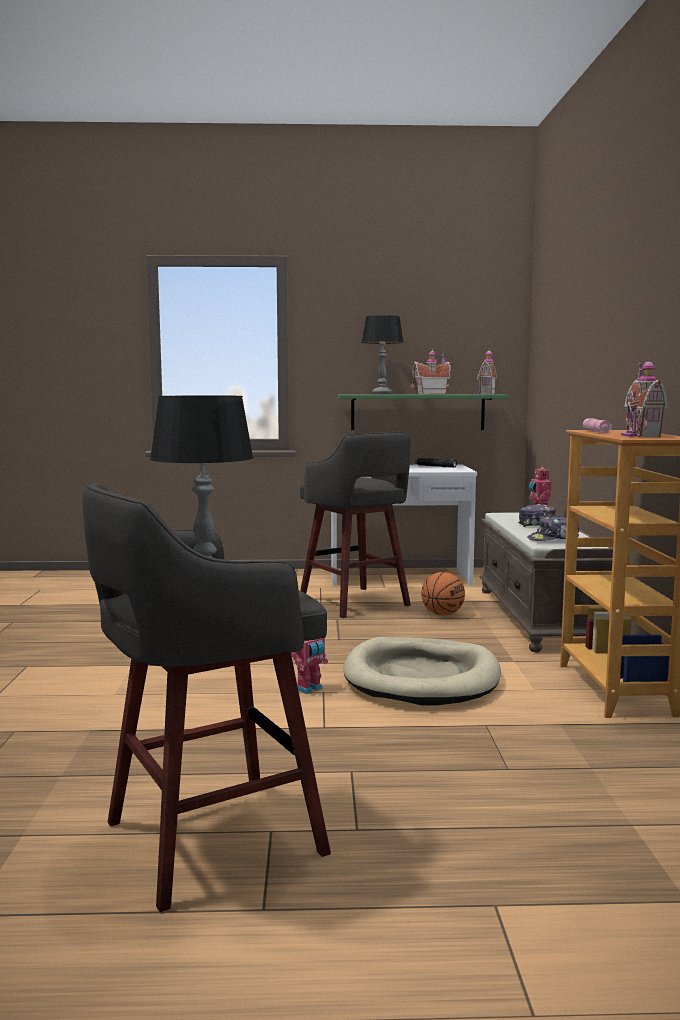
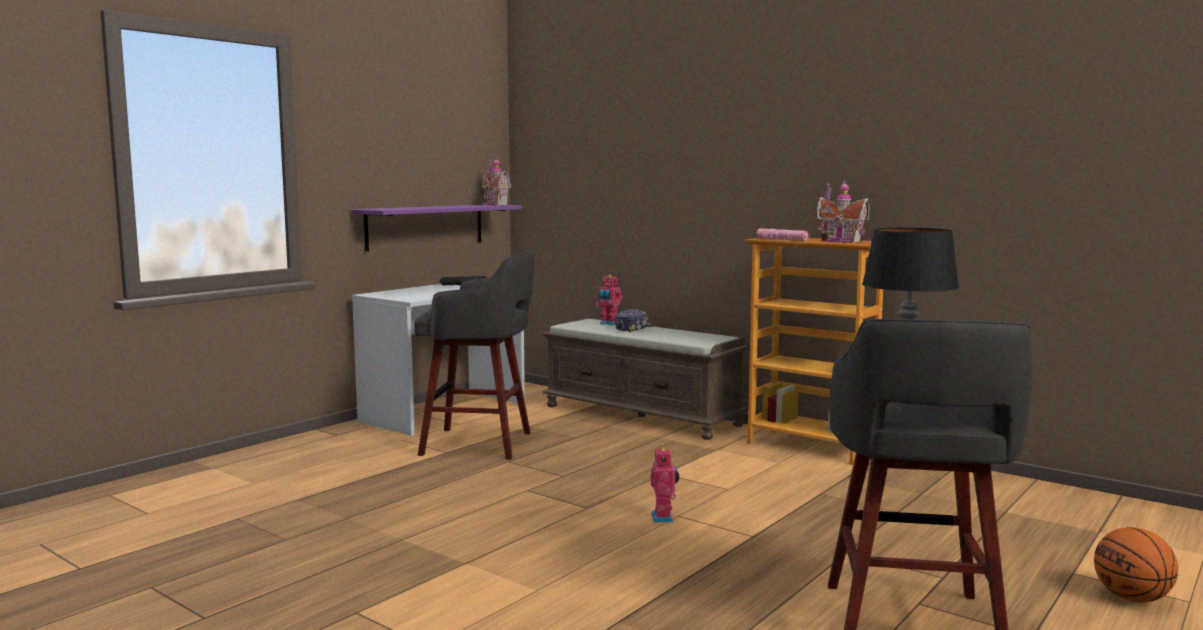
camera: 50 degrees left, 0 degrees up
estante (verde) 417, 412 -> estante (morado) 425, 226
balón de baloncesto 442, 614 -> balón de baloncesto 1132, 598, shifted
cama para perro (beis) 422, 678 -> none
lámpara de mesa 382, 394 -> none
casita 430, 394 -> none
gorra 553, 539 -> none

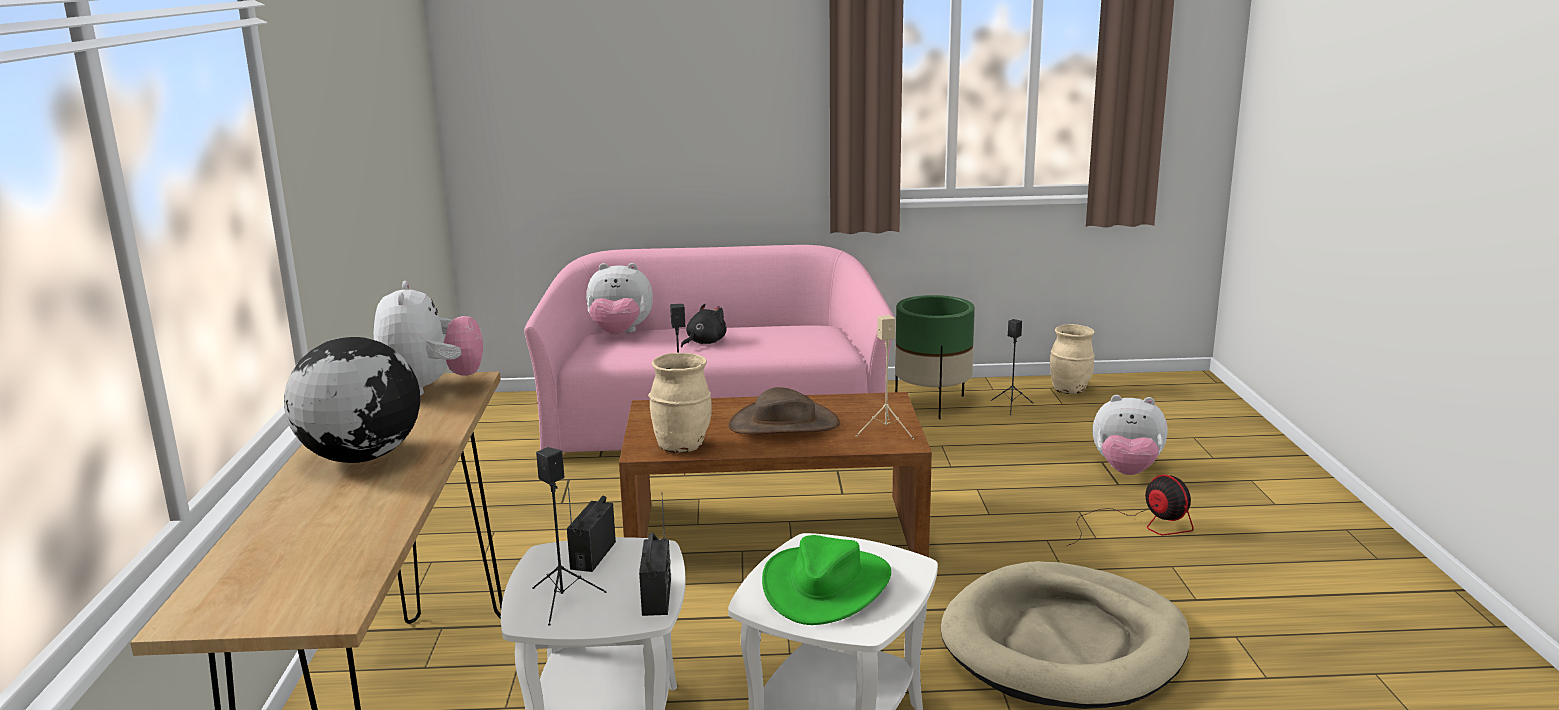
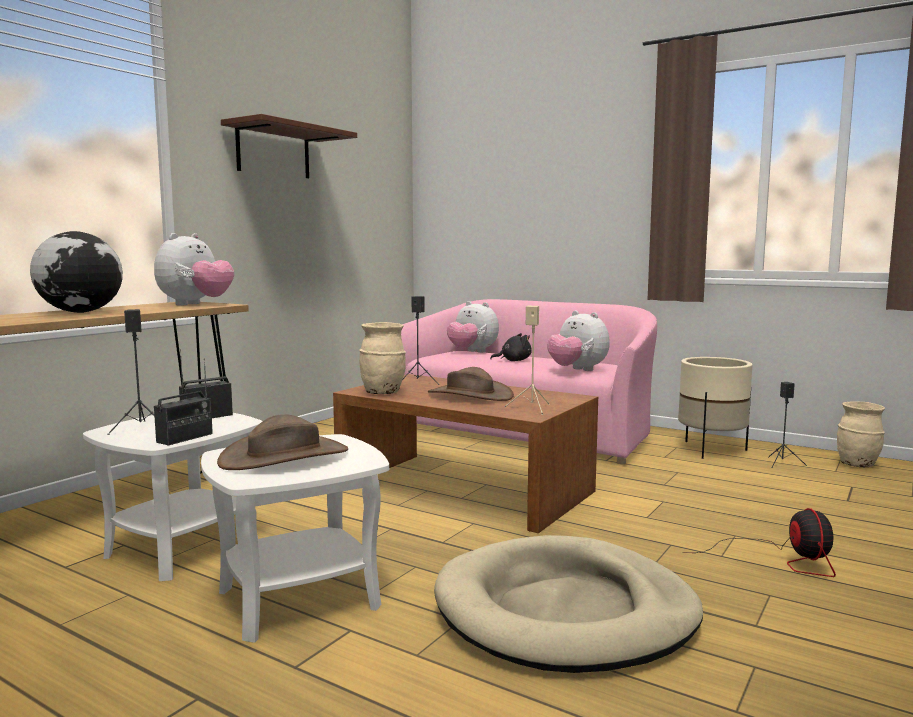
camera: 35 degrees right, 10 degrees down
sombrero (verde) 826, 585 -> sombrero (marrón) 284, 456
none -> estante (marrón) 273, 151
peluche 1126, 471 -> peluche 577, 370, shifted
maceta (verde) 932, 404 -> maceta (beis) 711, 450

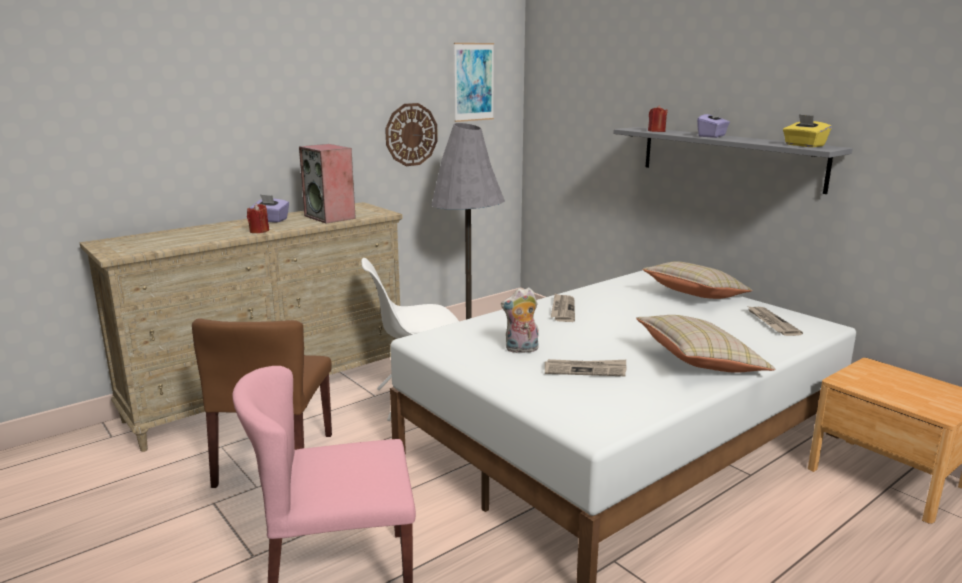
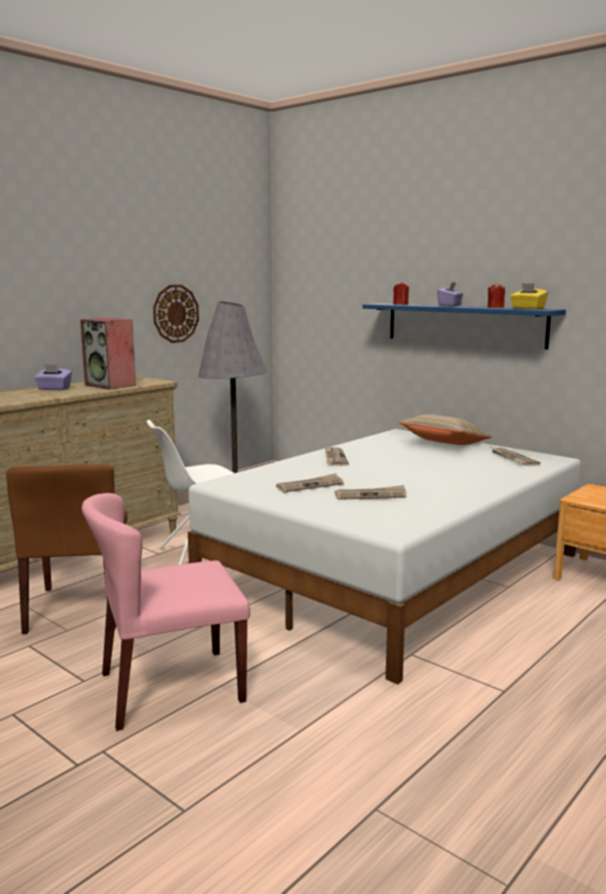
camera: 10 degrees left, 5 degrees down
peluche 521, 350 -> periódico 310, 485
estante (gris) 729, 157 -> estante (azul) 464, 324
vela (rojo) 259, 231 -> vela (rojo) 495, 307, shifted
cuadro 473, 82 -> none
cojín (beis) 699, 363 -> none

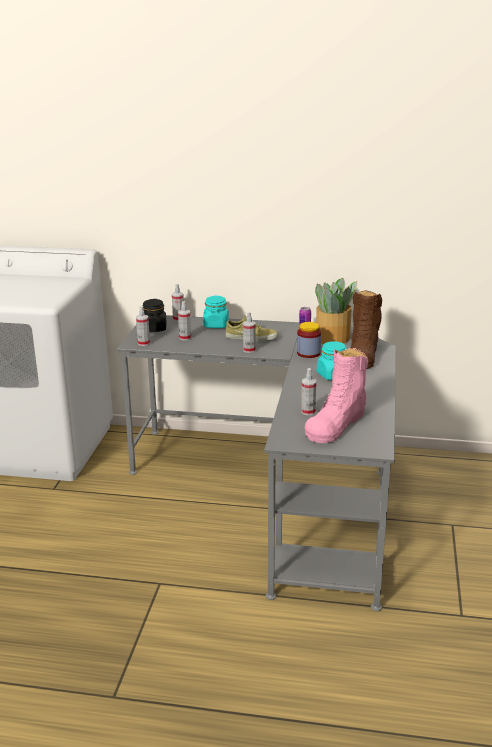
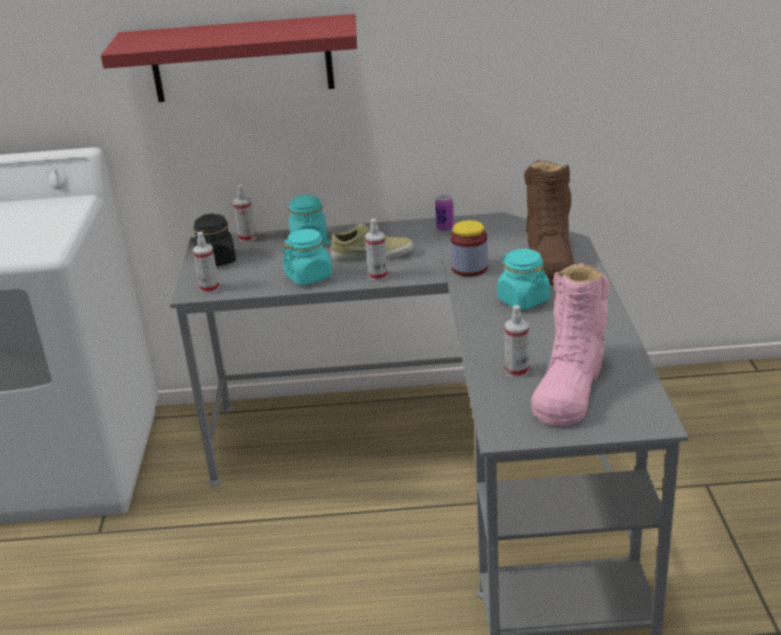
camera: 10 degrees left, 5 degrees up
none -> estante (rojo) 241, 59
none -> tarro (turquesa) 309, 277
pulverizador 185, 338 -> none
planta en maceta 333, 338 -> none

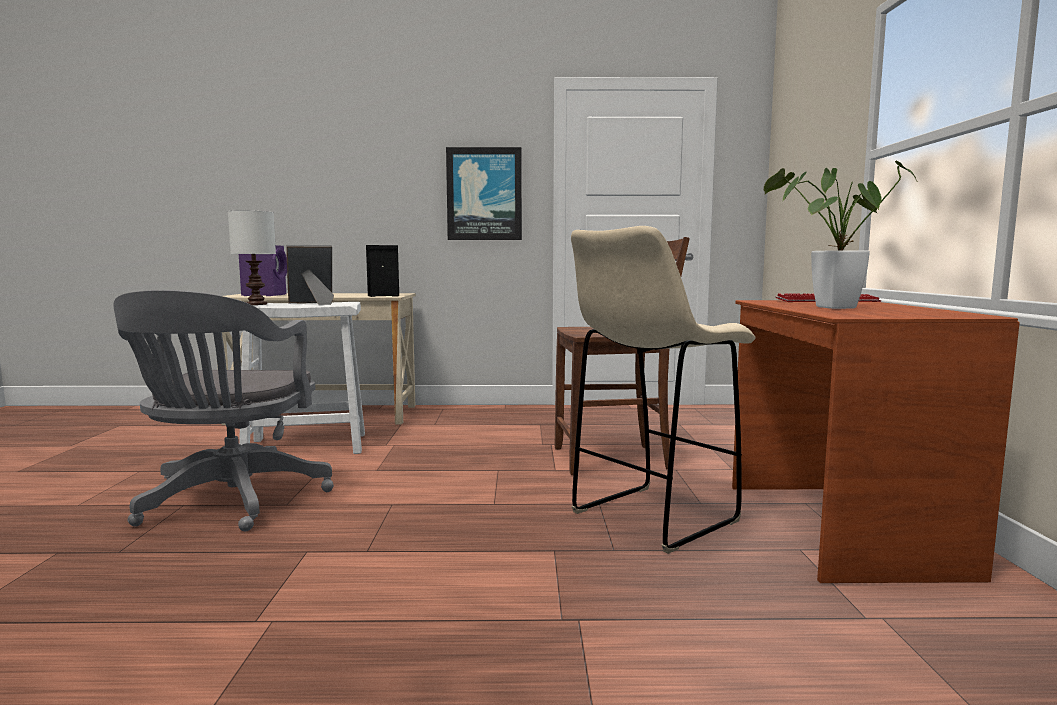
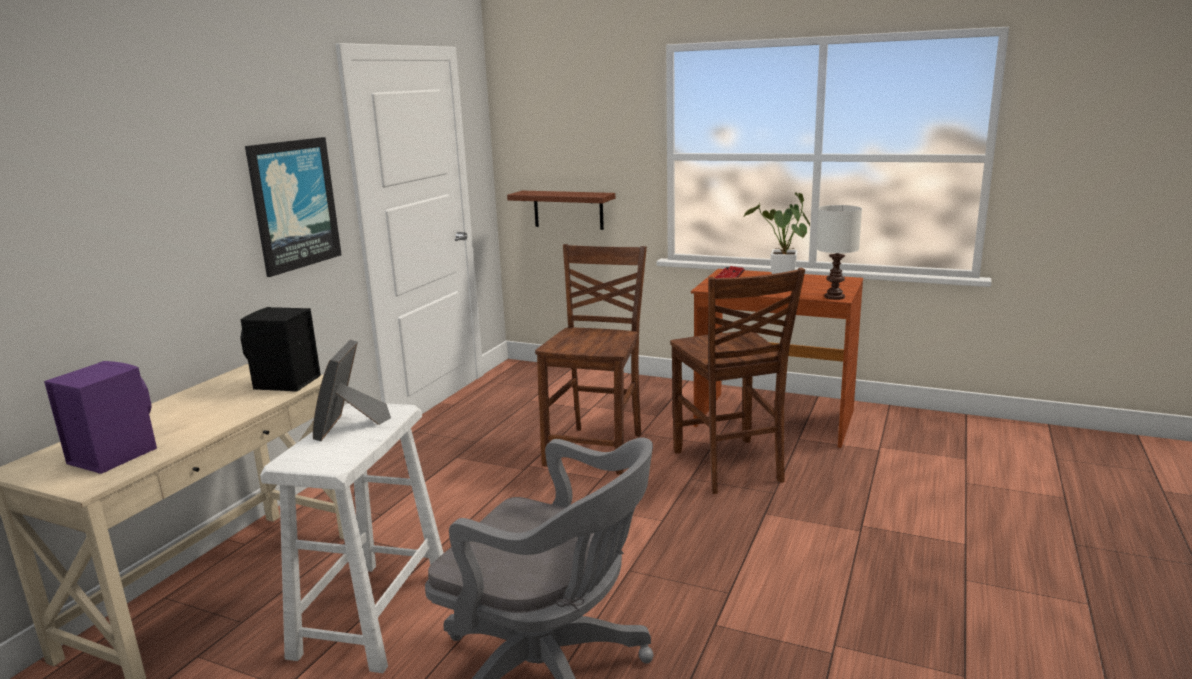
camera: 65 degrees left, 10 degrees up
none -> estante (marrón) 568, 209
taburete (beis) 650, 518 -> silla (marrón) 729, 467
lámpara de mesa (blanco) 257, 304 -> lámpara de mesa (blanco) 833, 297, shifted

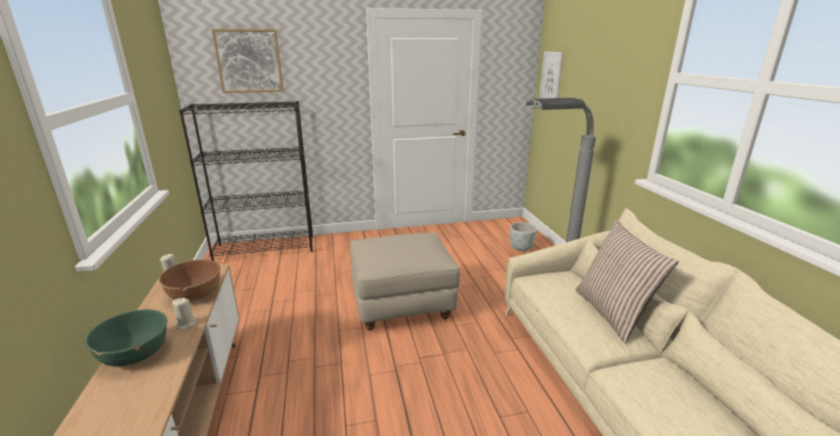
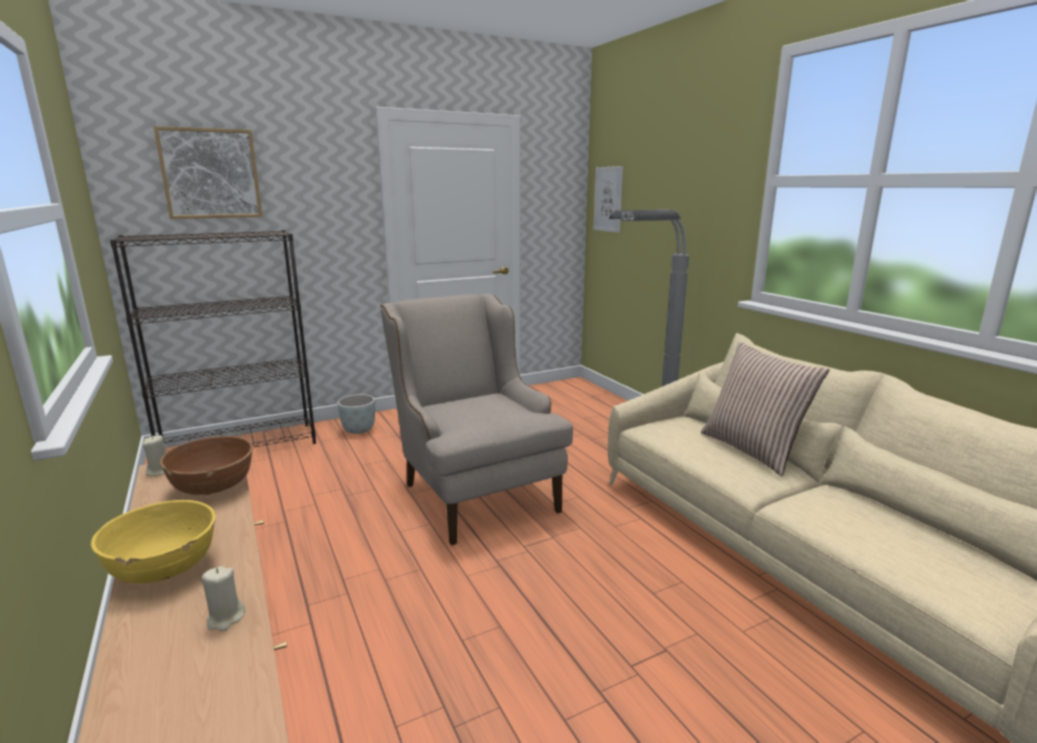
camera: 15 degrees left, 5 degrees down
cuenco (verde) 135, 354 -> cuenco (amarillo) 164, 568
vela (beis) 186, 324 -> vela (beis) 225, 618, shifted
maceta (gris) 521, 248 -> maceta (gris) 359, 430, shifted
puf (beis) 402, 304 -> sillón (beis) 473, 490

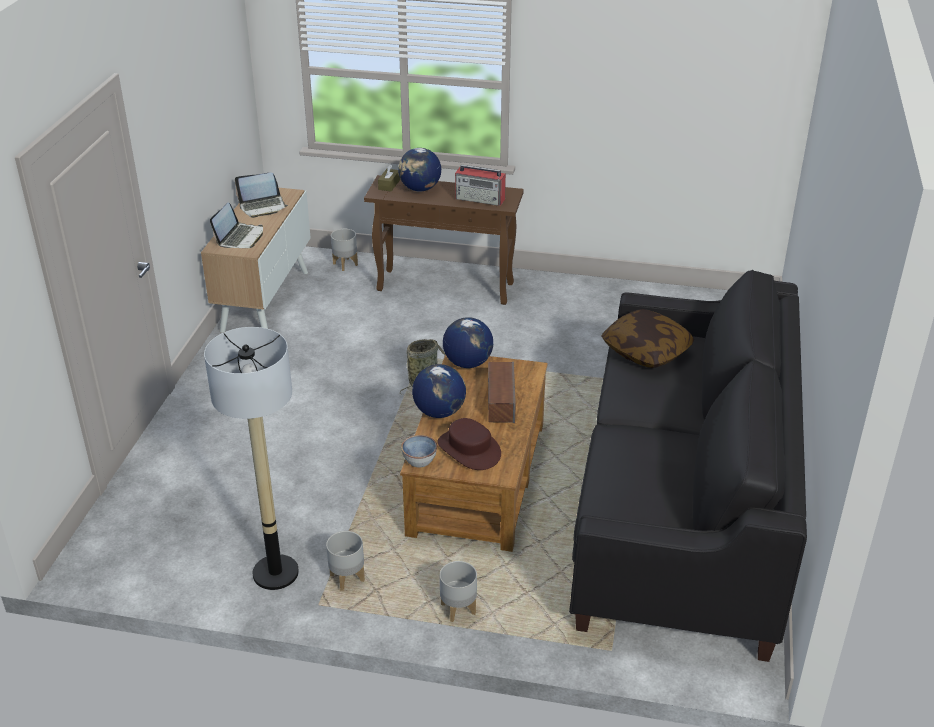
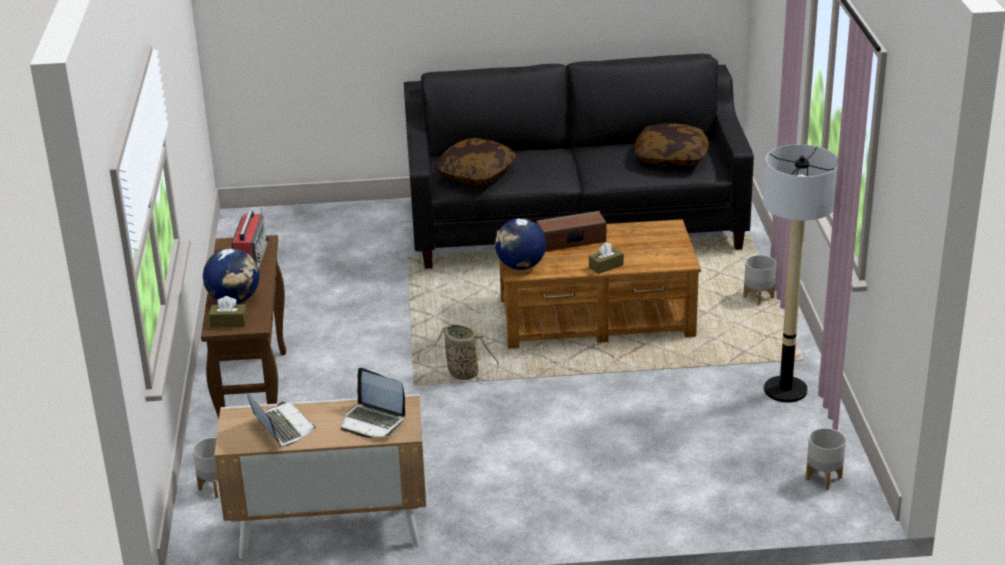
camera: 105 degrees left, 5 degrees down
portátil 240, 237 -> portátil 373, 421, 150 degrees counterclockwise
globo terráqueo 439, 412 -> caja de pañuelos (marrón) 606, 266
none -> cojín 671, 158
maceta (gris) 347, 578 -> maceta (gris) 823, 479, shifted
cuenco 419, 460 -> none
sombrero (marrón) 469, 449 -> none

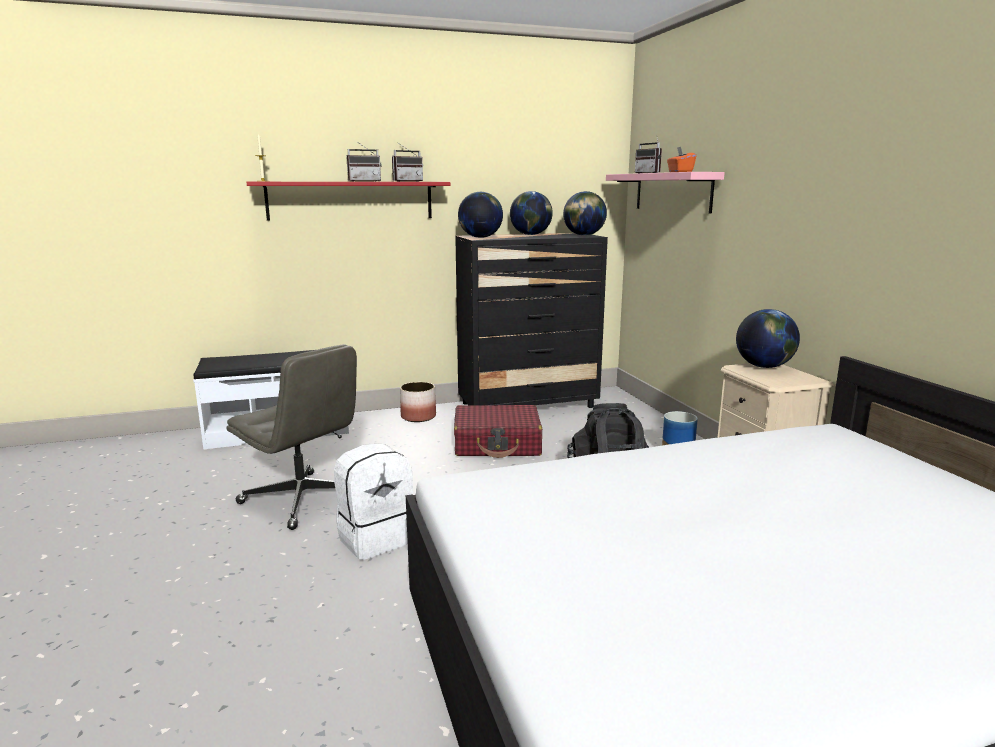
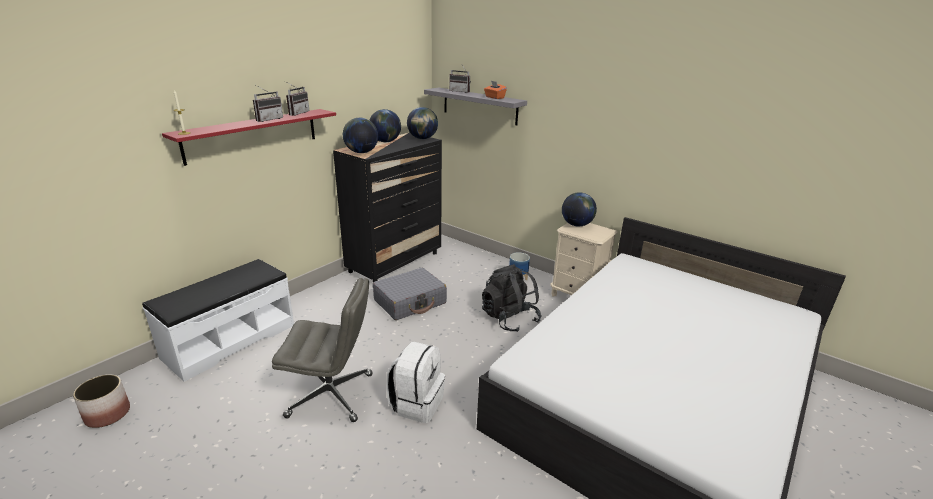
camera: 35 degrees left, 10 degrees up
maceta 419, 417 -> maceta 108, 414, shifted
maleta (rojo) 497, 444 -> maleta (gris) 410, 302
estante (rosa) 672, 192 -> estante (gris) 479, 106

